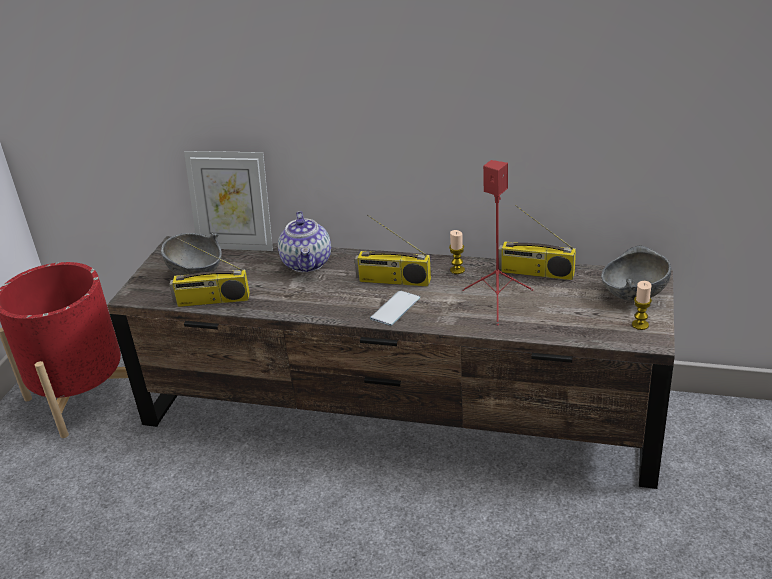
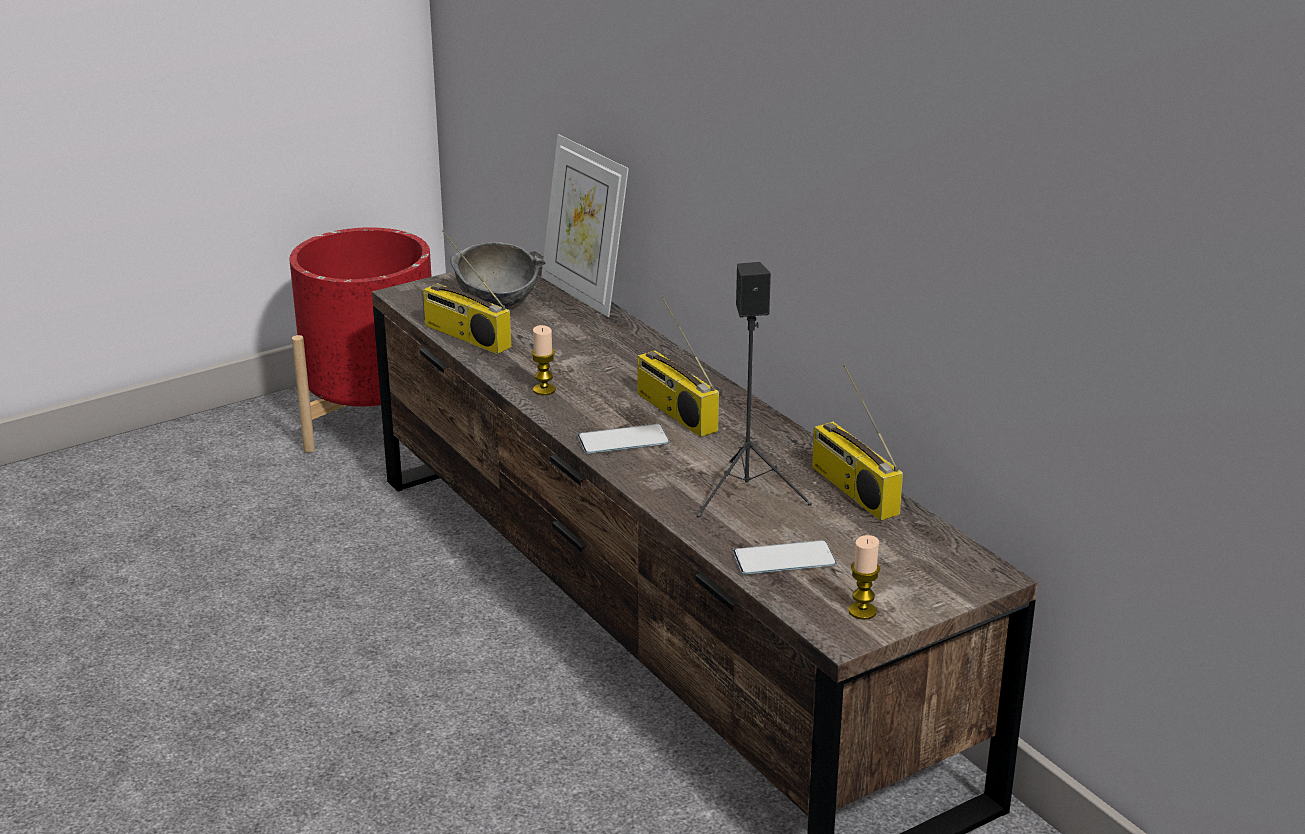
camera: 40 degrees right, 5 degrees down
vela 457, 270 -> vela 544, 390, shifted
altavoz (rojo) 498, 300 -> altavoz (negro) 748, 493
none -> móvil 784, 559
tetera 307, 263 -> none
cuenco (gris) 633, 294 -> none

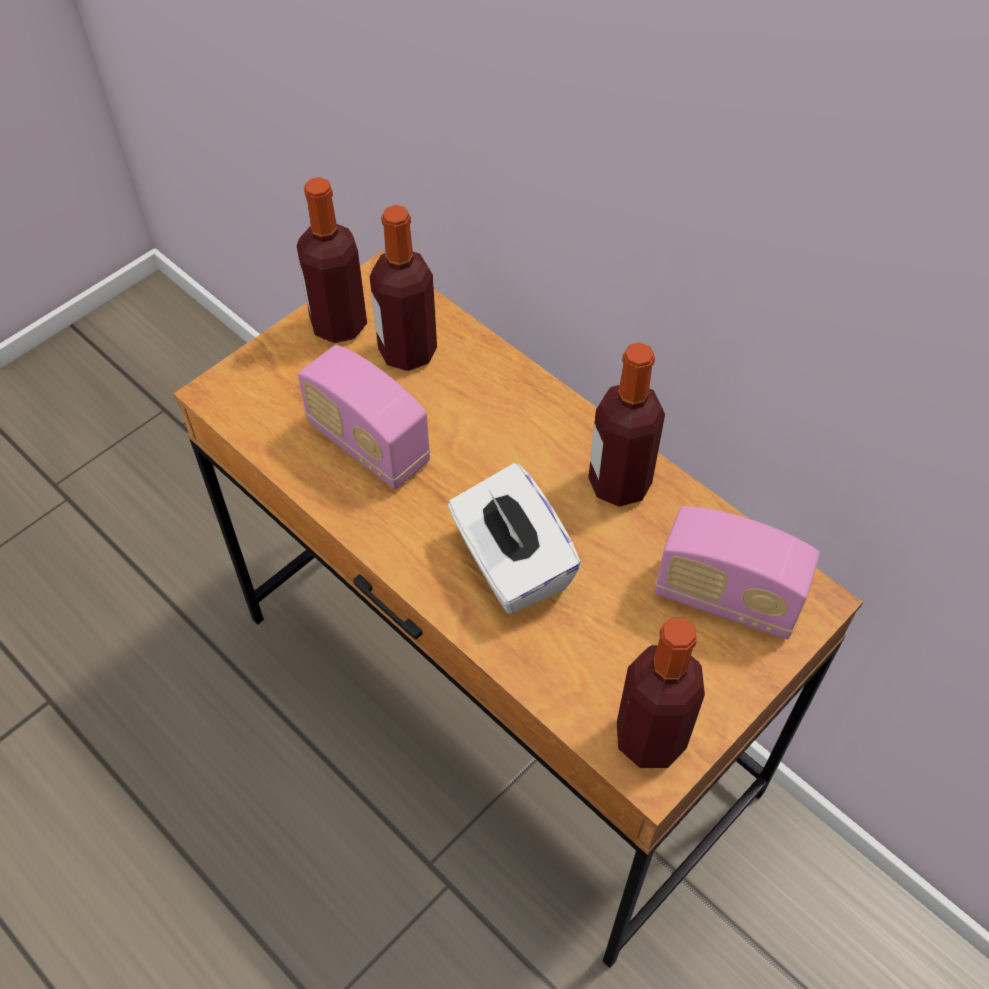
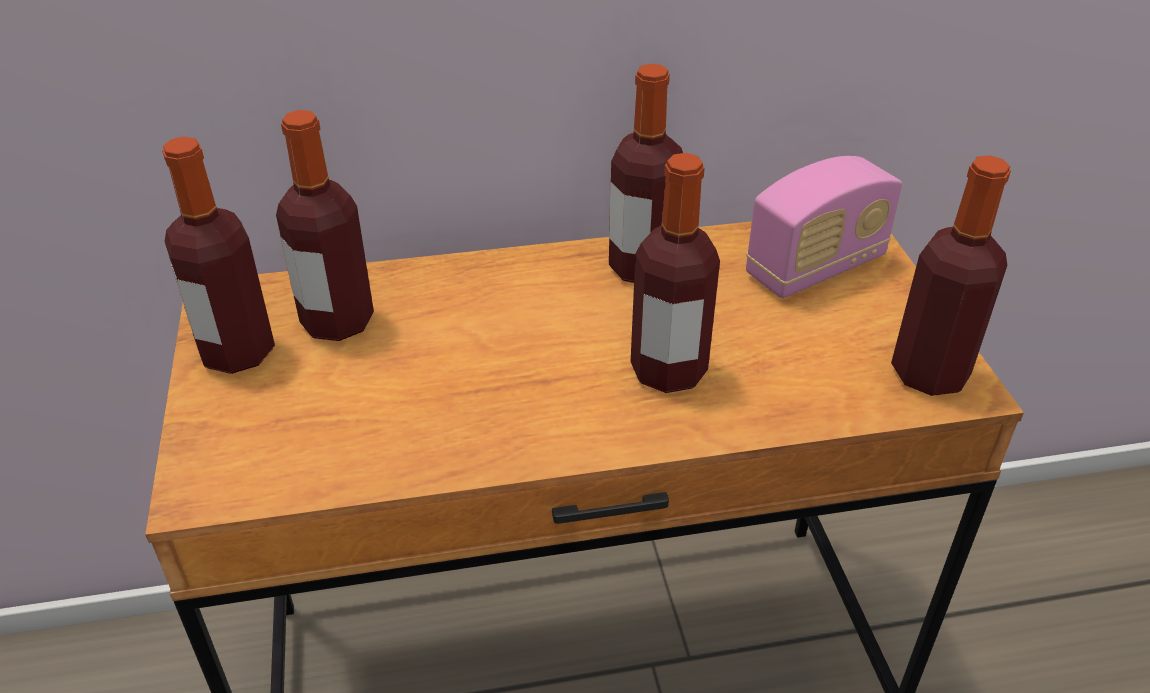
camera: 55 degrees left, 15 degrees down
caja de pañuelos (blanco) 511, 564 -> botella 668, 371
radio 368, 444 -> none

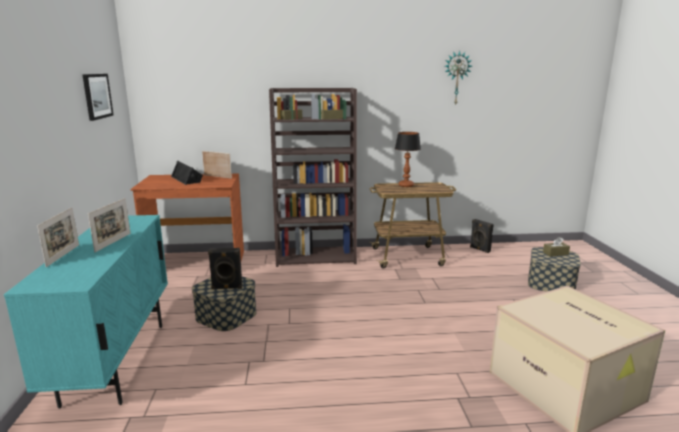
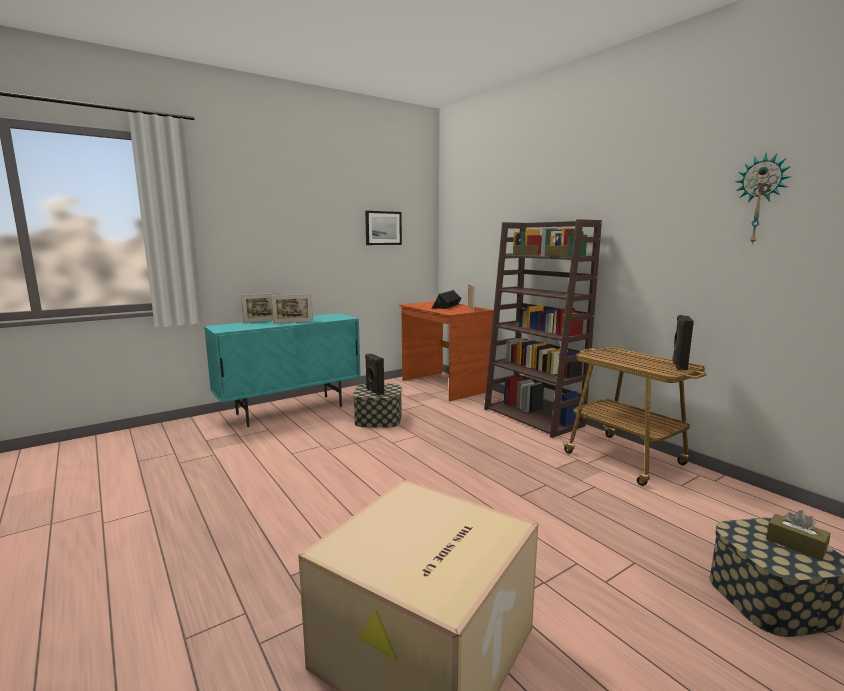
camera: 60 degrees right, 5 degrees down
altavoz (negro) 479, 249 -> altavoz (negro) 678, 365, shifted
lámpara de mesa 406, 185 -> none

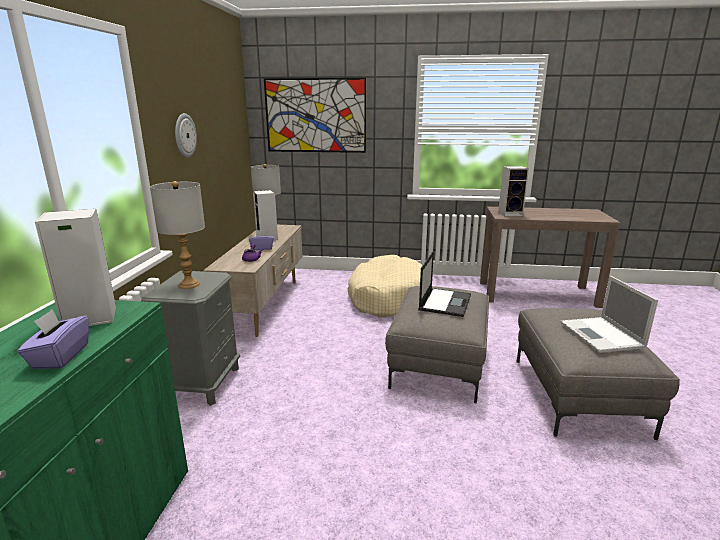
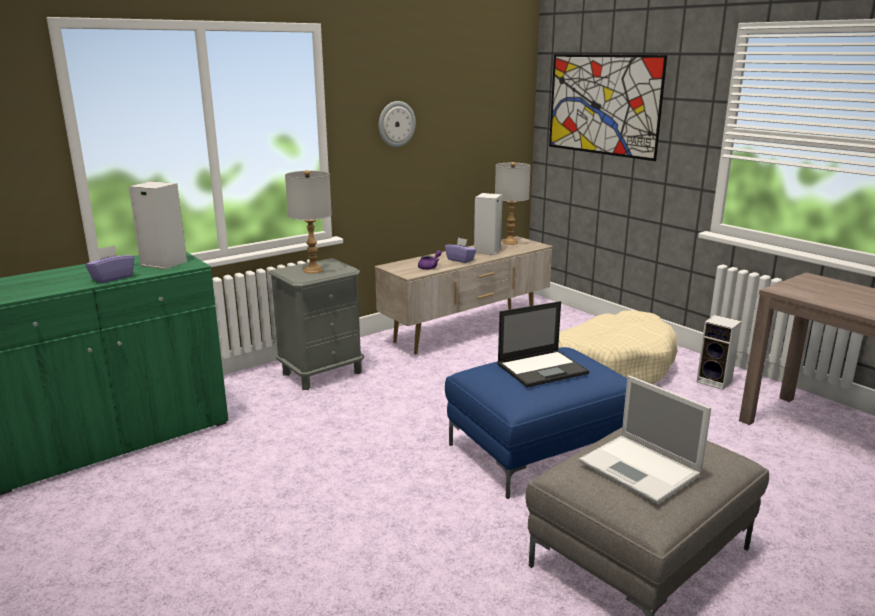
camera: 45 degrees right, 0 degrees up
puf (gris) 437, 363 -> puf (azul) 538, 449
portátil 602, 335 -> portátil 641, 469, 75 degrees counterclockwise
altavoz 511, 214 -> altavoz 715, 382, shifted

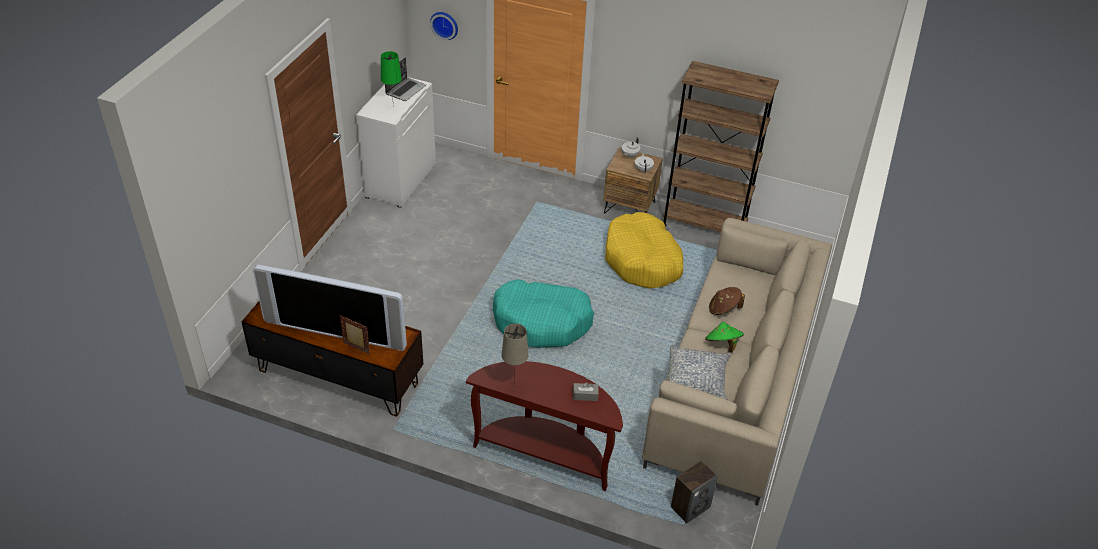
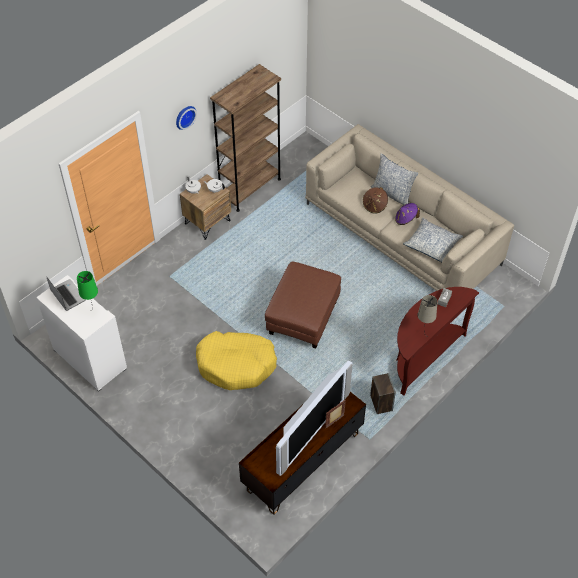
camera: 65 degrees left, 10 degrees up
reloj de pared 445, 24 -> reloj de pared 184, 116, shifted
cama para perro (amarillo) 642, 260 -> cama para perro (amarillo) 236, 365, shifted
cama para perro (turquesa) 542, 322 -> puf (marrón) 303, 318
altavoz 690, 507 -> altavoz 381, 403, shifted
none -> cojín 392, 193
sombrero (verde) 722, 344 -> sombrero (morado) 405, 219

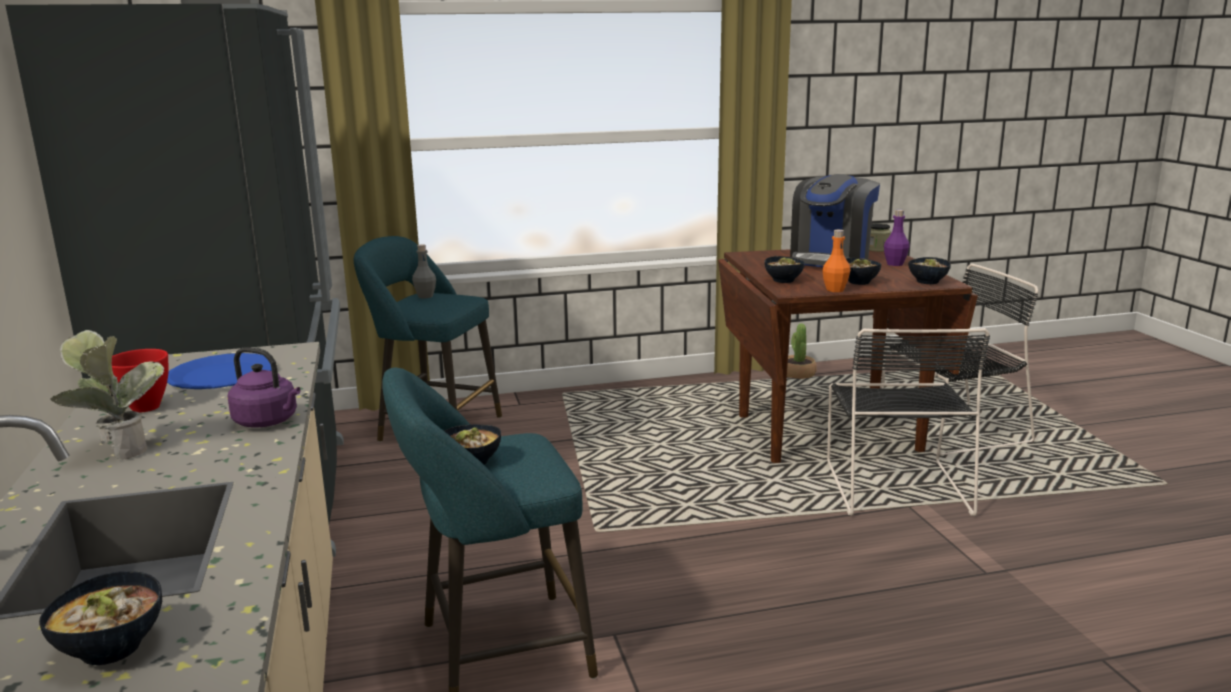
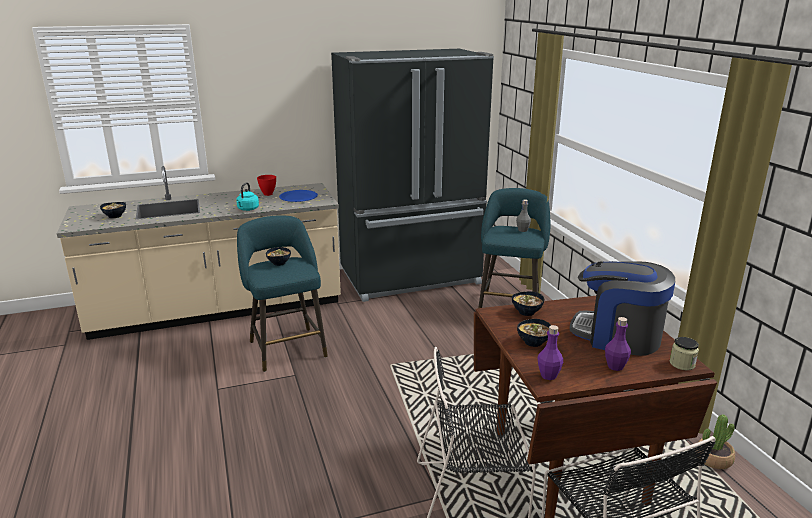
camera: 85 degrees right, 5 degrees up
hervidor (morado) 268, 421 -> hervidor (turquesa) 247, 209
cuenco 928, 282 -> botella (morado) 548, 375
planta en maceta 119, 450 -> none
botella (naranja) 835, 290 -> none

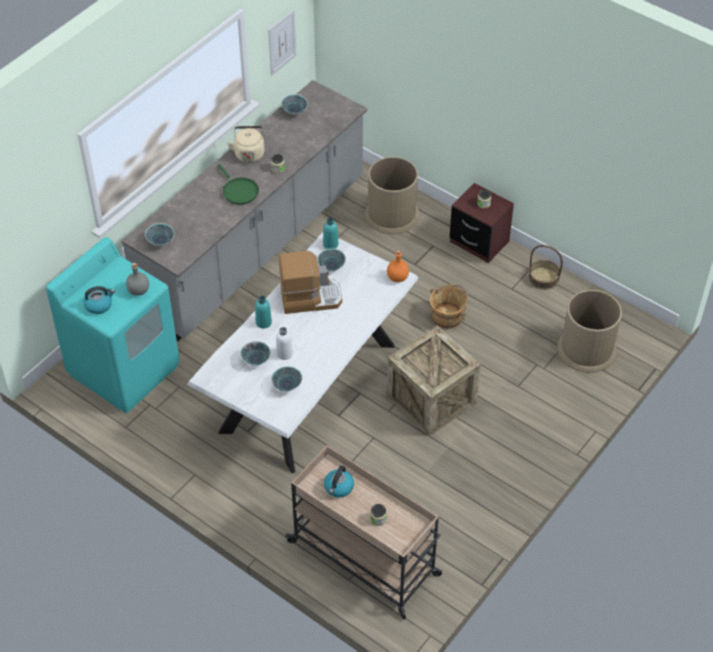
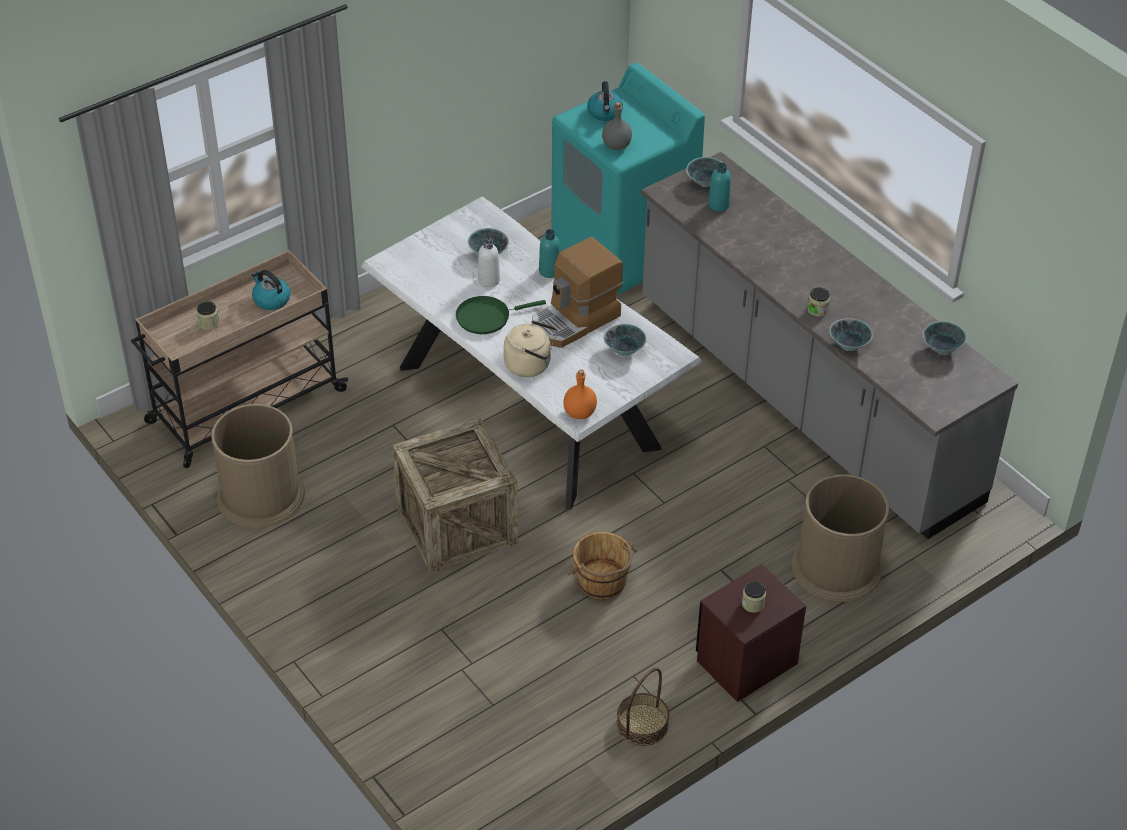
camera: 105 degrees right, 5 degrees down
papelera (marrón) 586, 349 -> papelera (marrón) 261, 495, shifted
sartén (verde) 239, 191 -> sartén (verde) 487, 317, shifted
hervidor (beis) 249, 153 -> hervidor (beis) 531, 365, shifted
cafetera 310, 297 -> cafetera 576, 320, 45 degrees clockwise
botella (turquesa) 330, 244 -> botella (turquesa) 718, 205, shifted
cuenco 287, 386 -> cuenco 849, 346, shifted
cuadro 282, 42 -> none

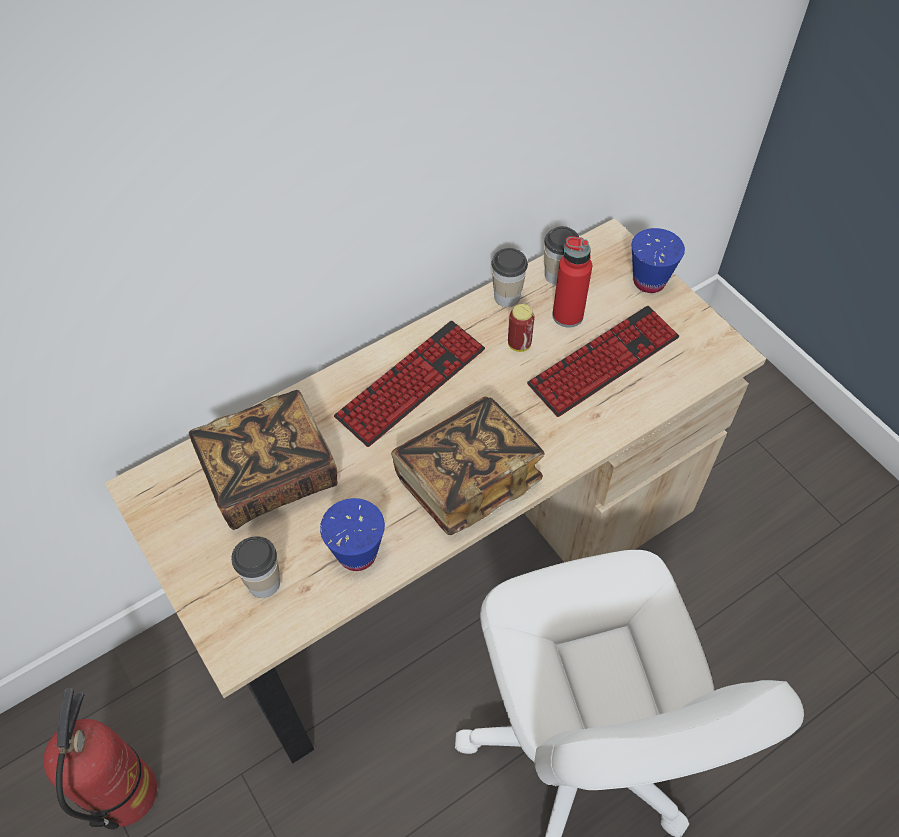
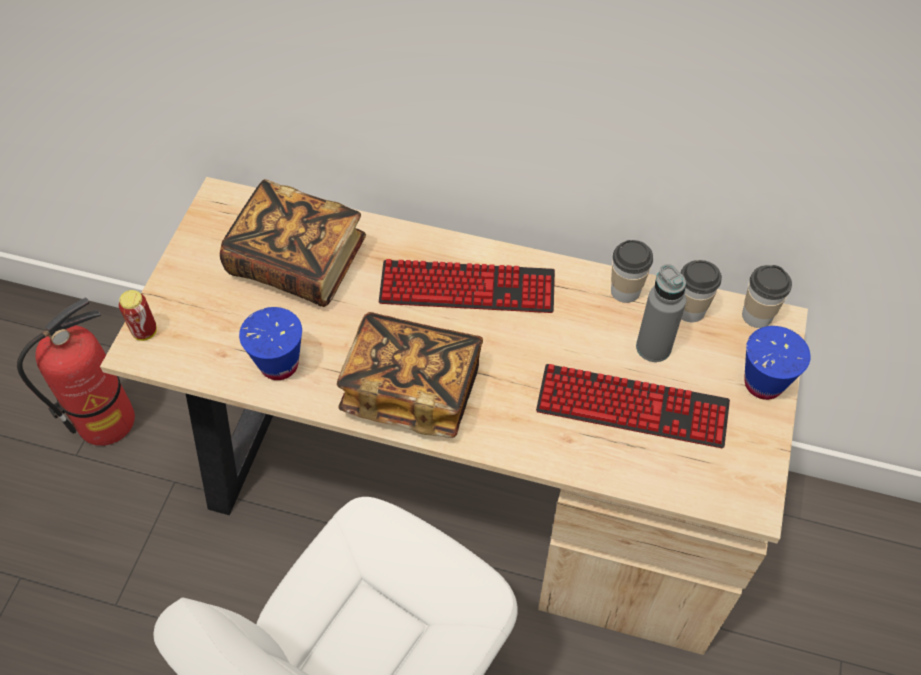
camera: 50 degrees right, 0 degrees up
lata 519, 344 -> lata 145, 331, shifted
botella (rojo) 567, 315 -> botella (gris) 653, 347
taza 264, 583 -> taza 757, 316, shifted

